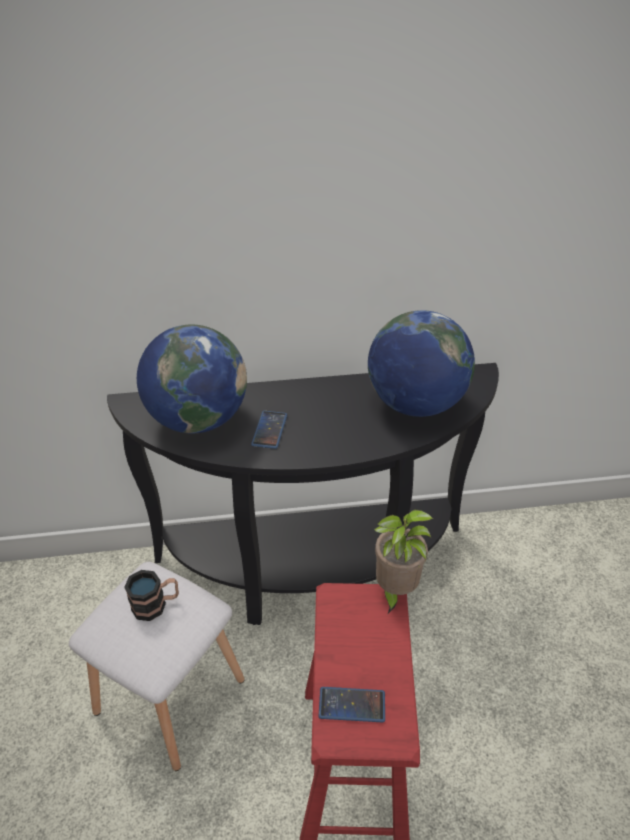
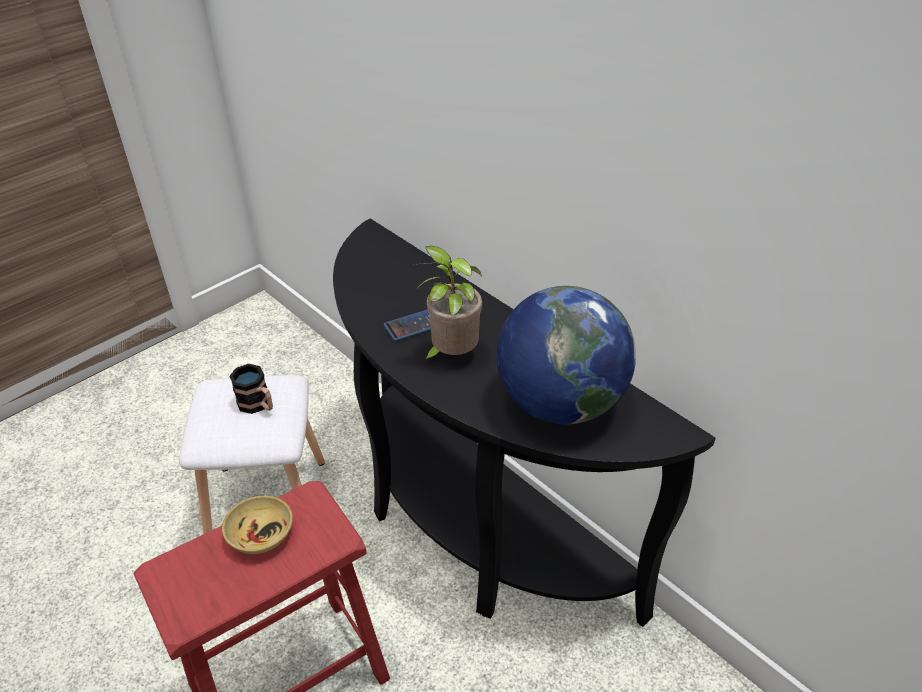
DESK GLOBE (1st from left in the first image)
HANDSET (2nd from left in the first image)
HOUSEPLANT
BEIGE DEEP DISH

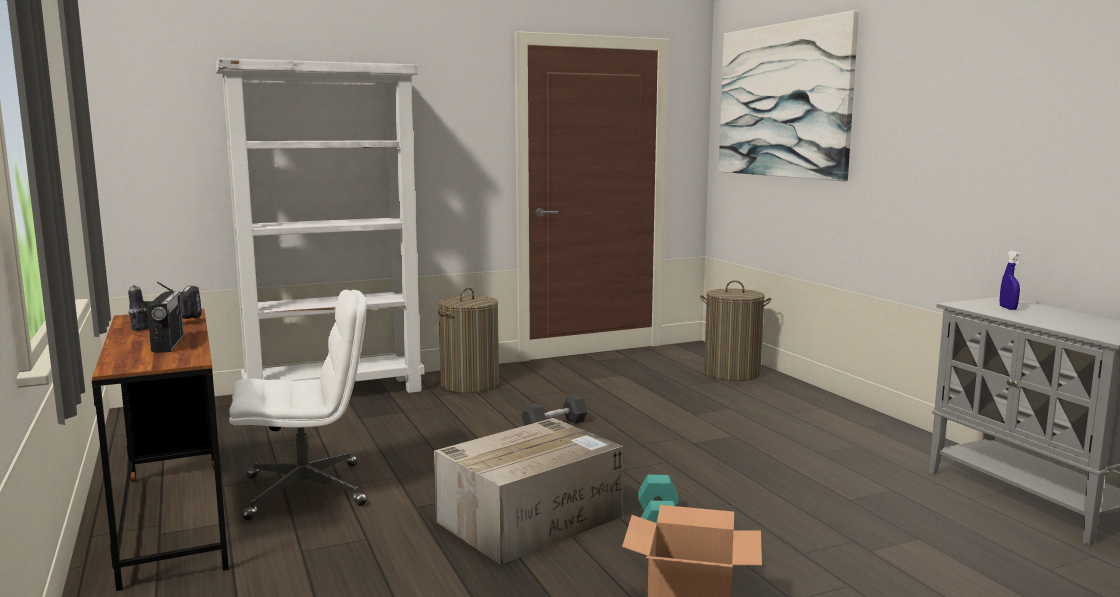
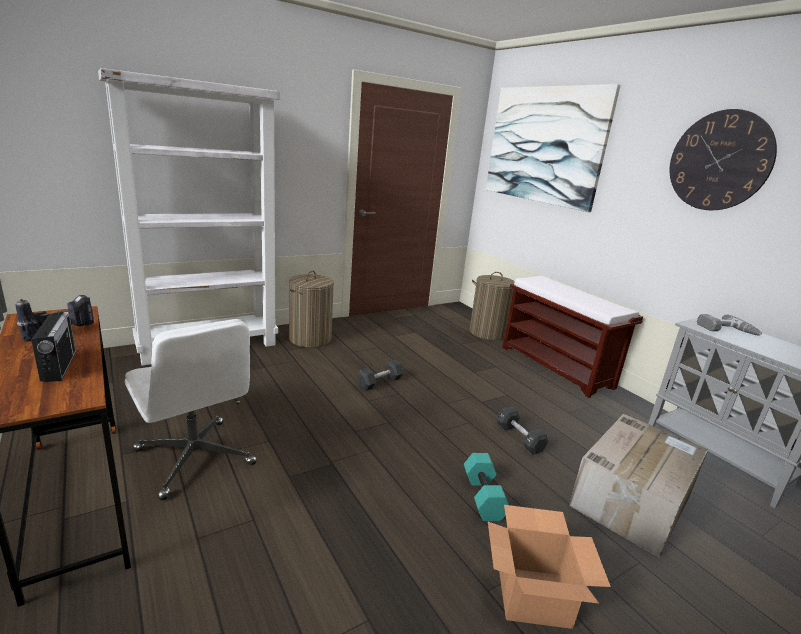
WHITE-COLOURED DESK CHAIR
PACKING BOX (2nd from left)
ELECTRIC DRILL (2nd from left)
BLACK-COLOURED FREE WEIGHT (2nd from left)
BROWNISH INDOOR BENCH
HANGING CLOCK

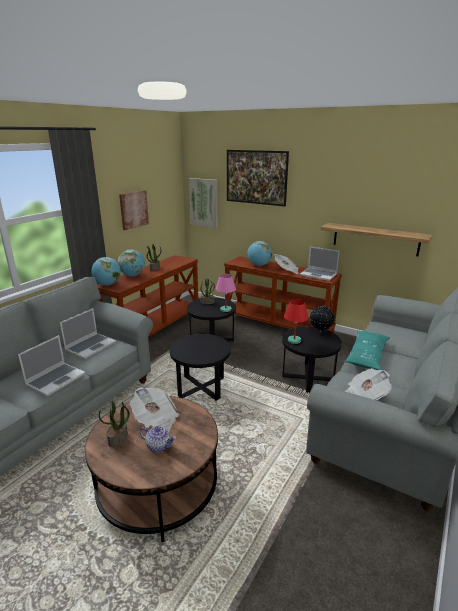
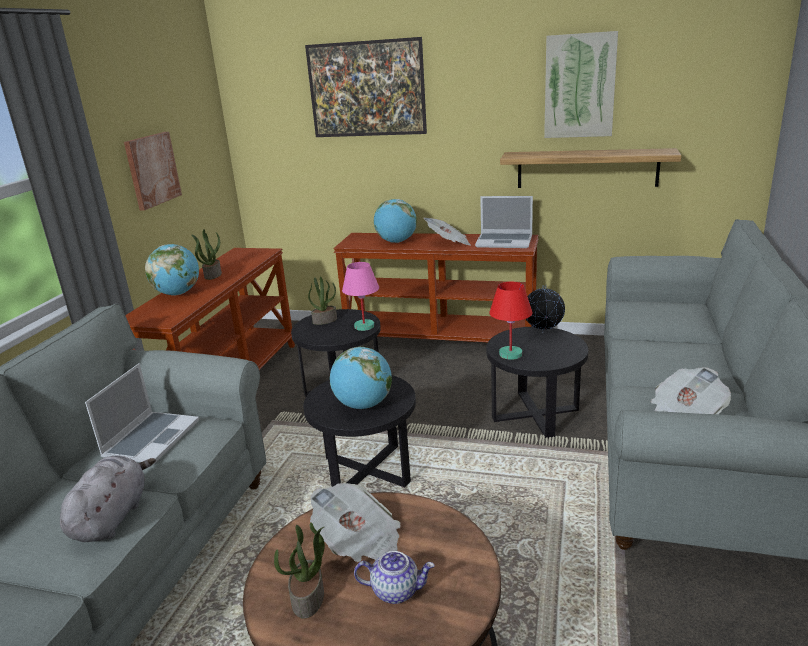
GREYISH PLUSH TOY
DESK GLOBE (2nd from left)
WALL ART (3rd from left)
TURQUOISE CUSHION

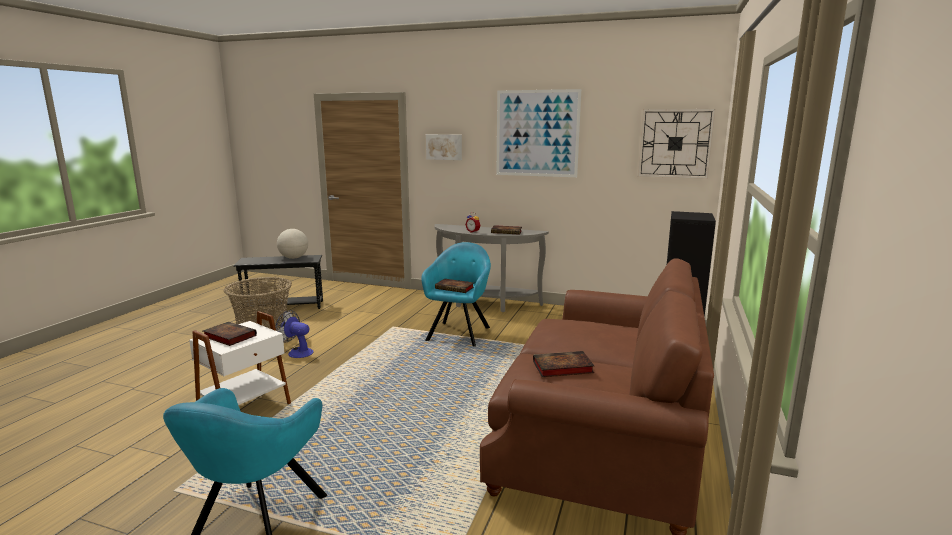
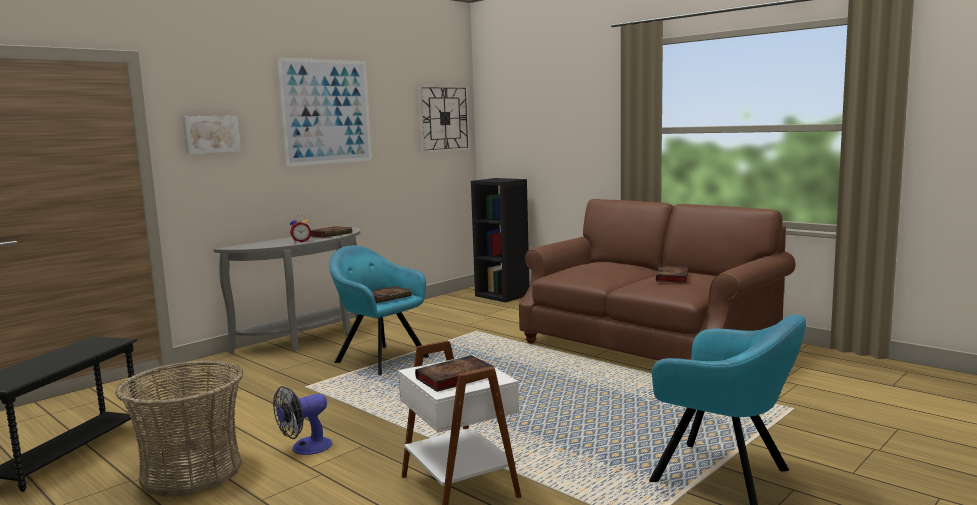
DESK GLOBE

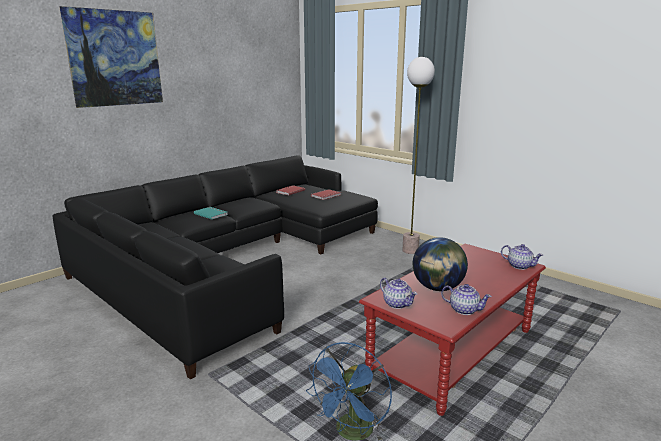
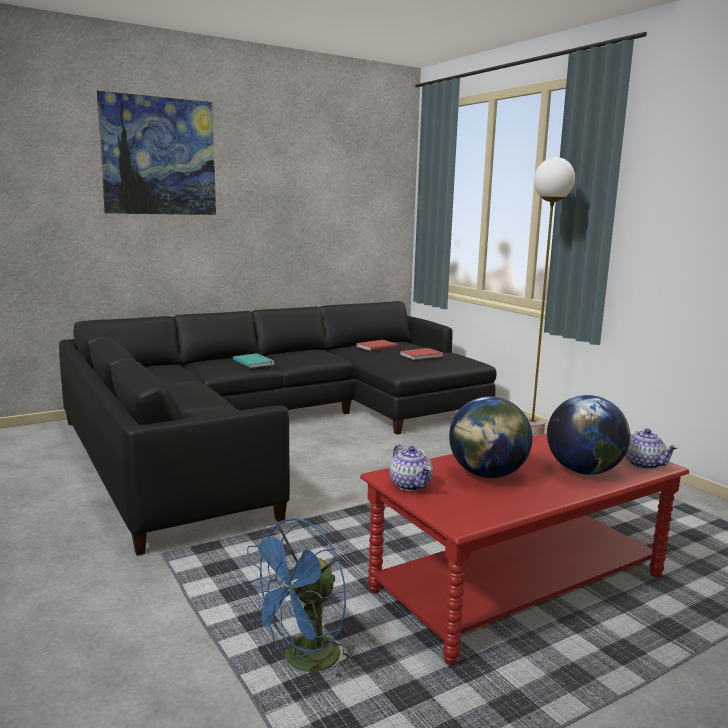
TEAPOT (2nd from left in the first image)
DESK GLOBE (2nd from left)

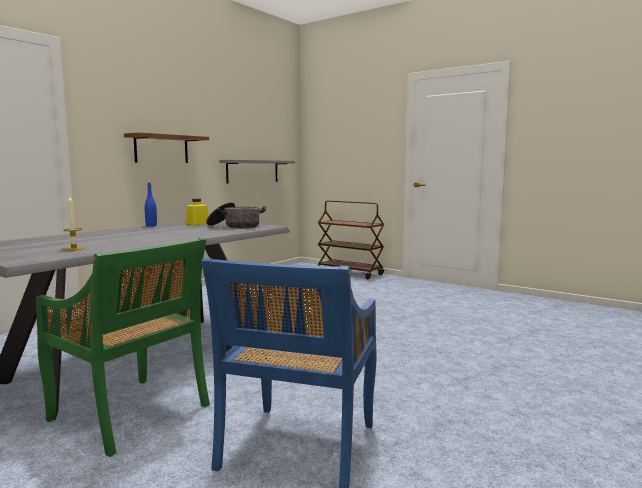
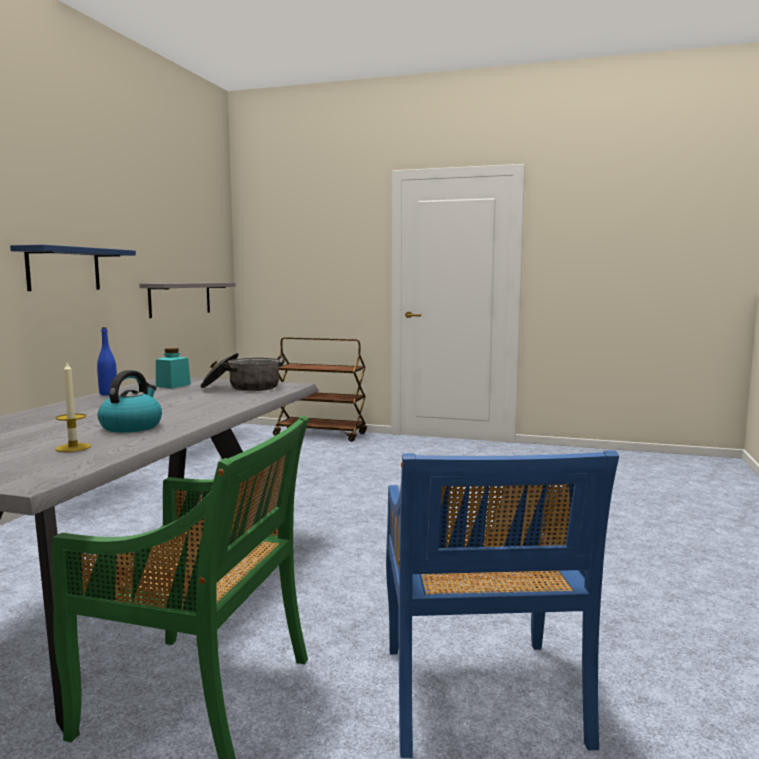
BLUISH WALL SHELF
TURQUOISE PRESERVE JAR
KETTLE

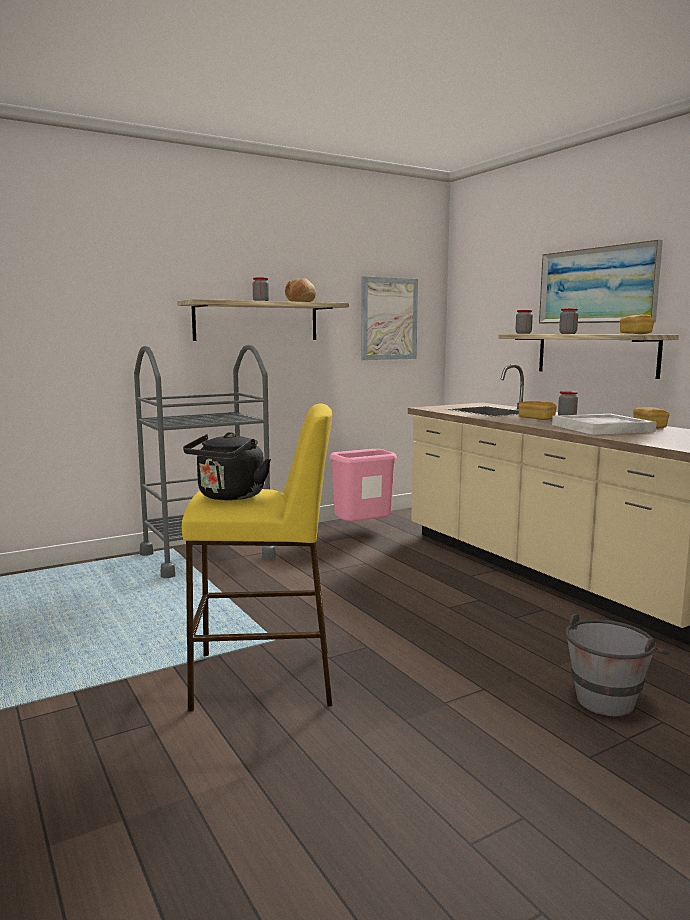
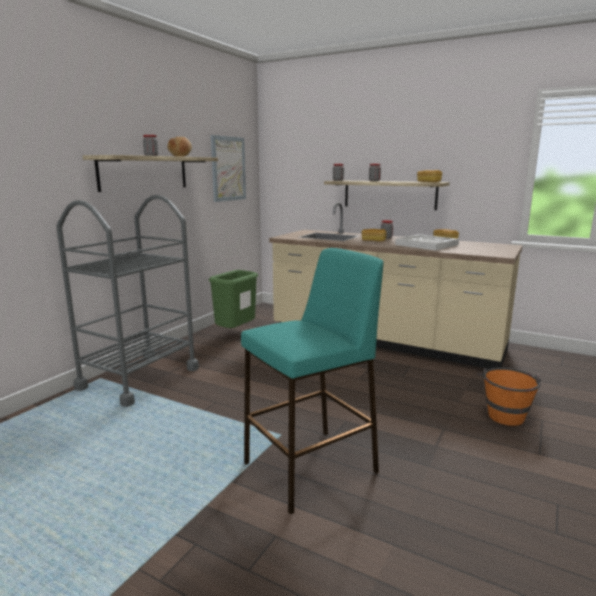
TURQUOISE SITTING STOOL
BLACK-COLOURED KETTLE
GREEN-COLOURED TRASH CAN
WALL ART (2nd from left in the first image)
ORANGEY WATER BUCKET

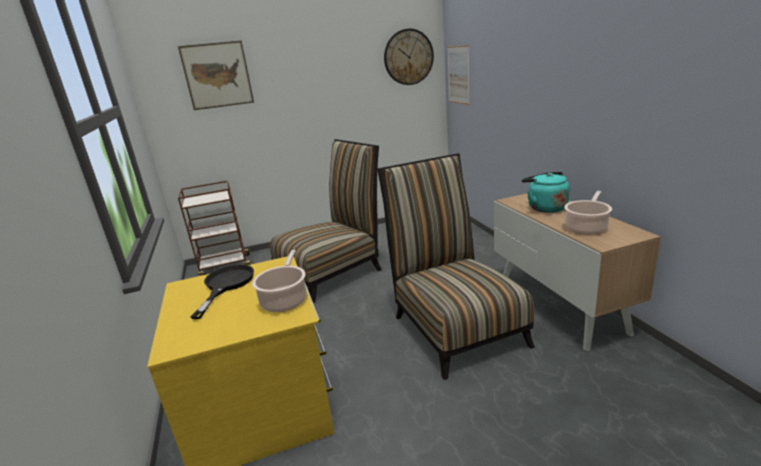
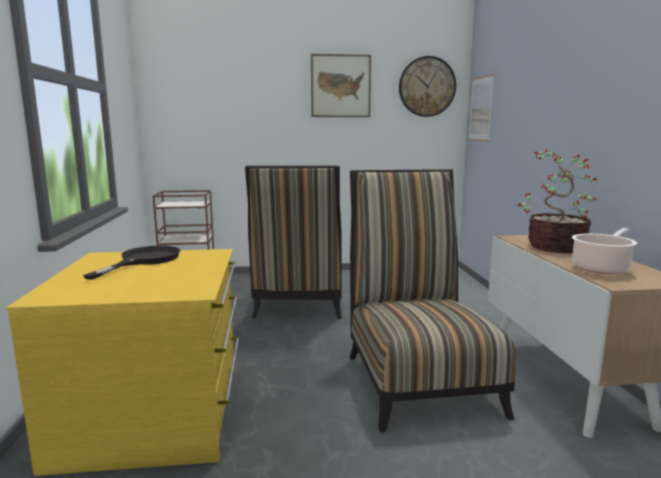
WALL ART (1st from left)
SAUCEPOT (1st from left in the first image)
CHAIR (1st from left)
HOUSEPLANT

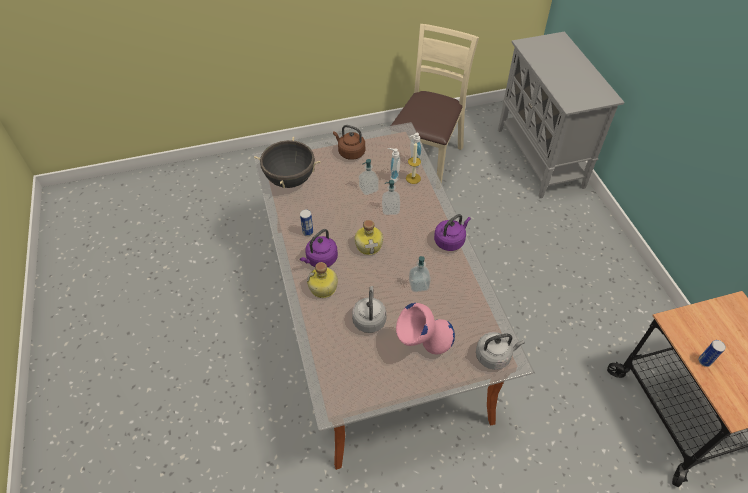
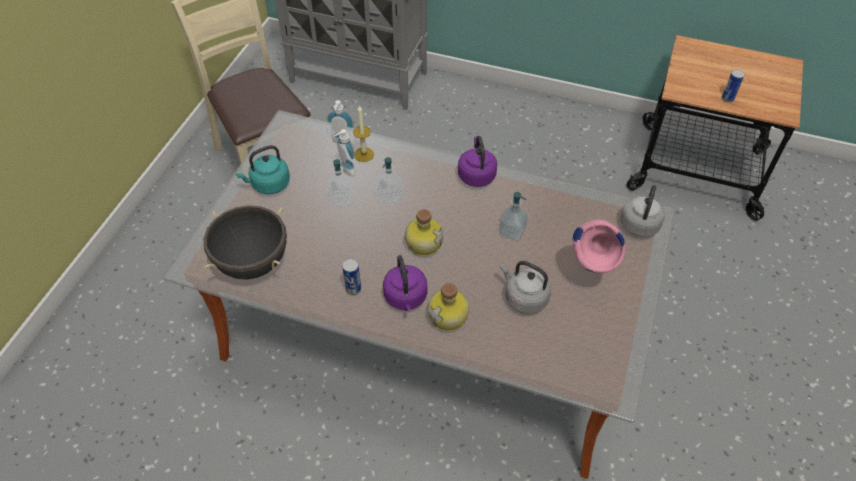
TURQUOISE KETTLE

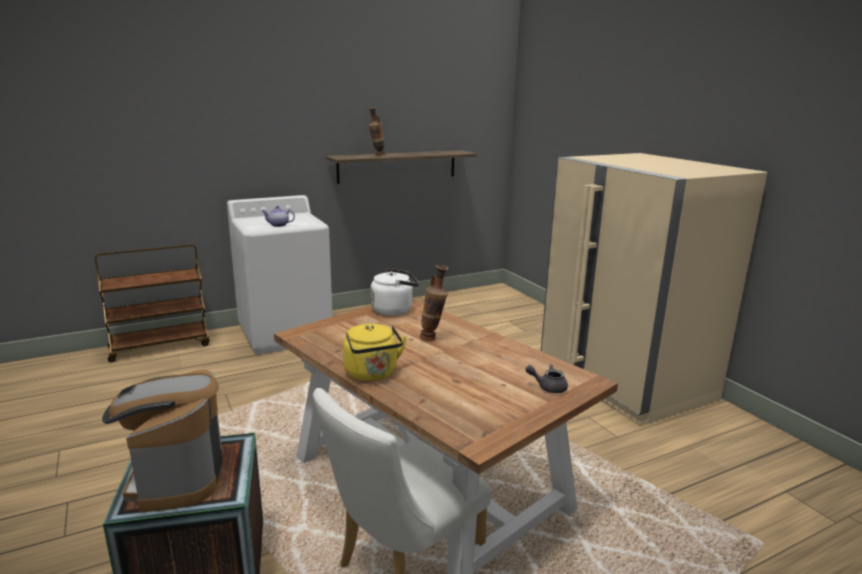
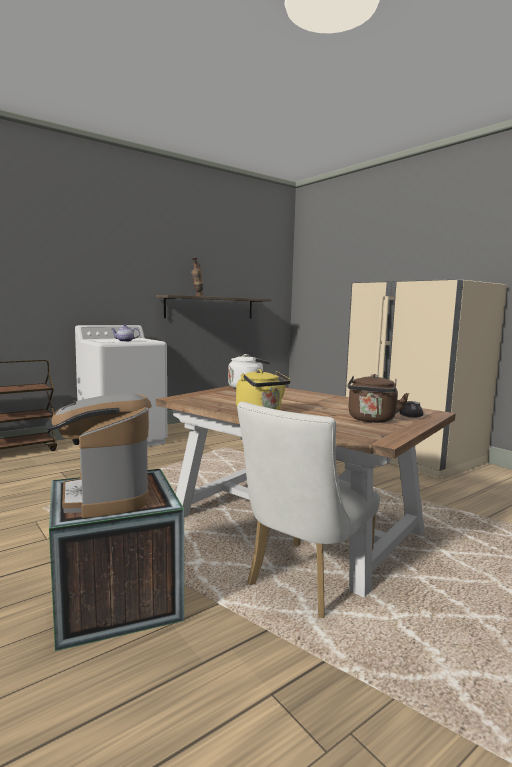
DECORATIVE VASE (2nd from left in the first image)
BROWNISH KETTLE

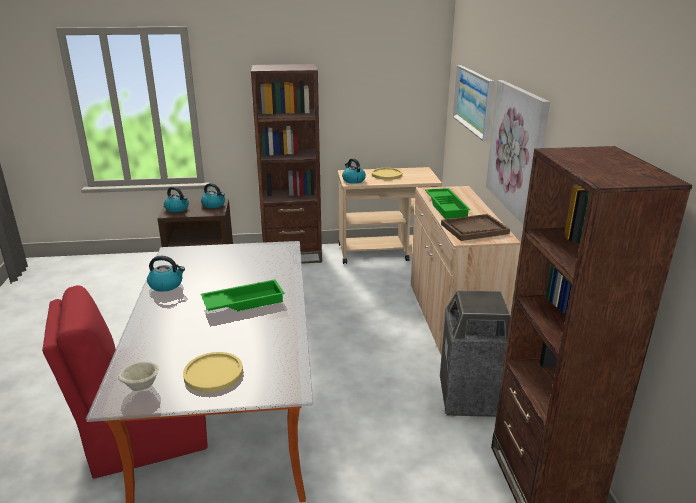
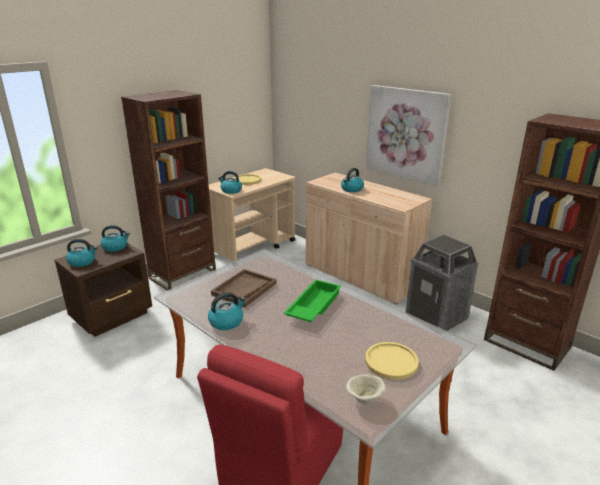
KETTLE (5th from left)
BROWNISH TRAY
WALL ART (1st from left in the first image)

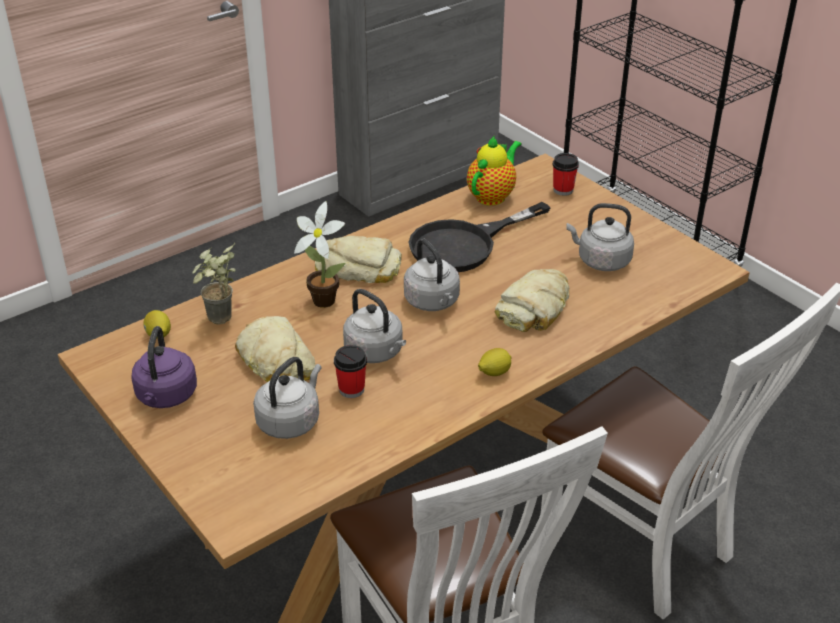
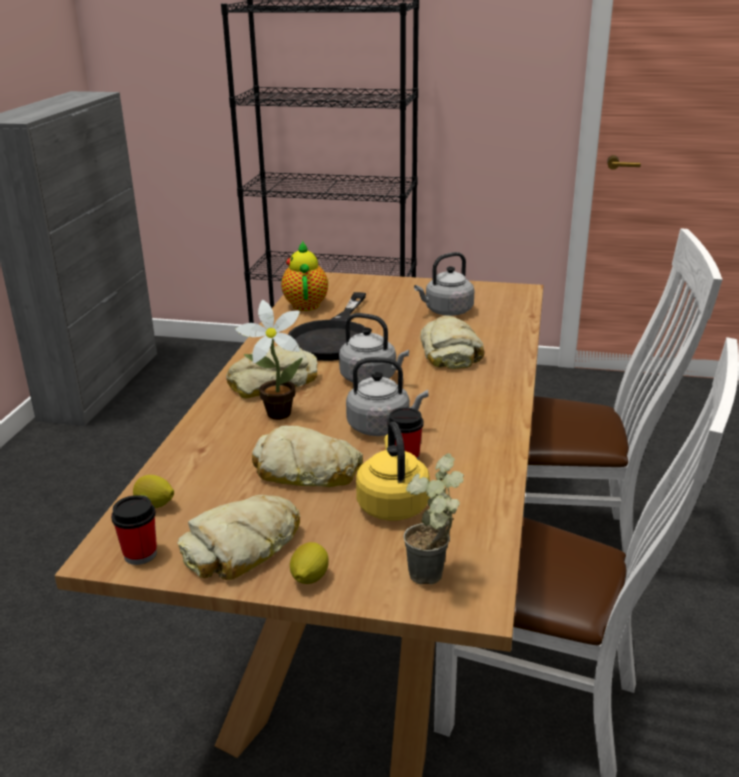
BREAD (1st from left)
HOUSEPLANT (2nd from left)
YELLOWISH KETTLE
CITRUS FRUIT (2nd from left)
DRINKING CUP (1st from left)

